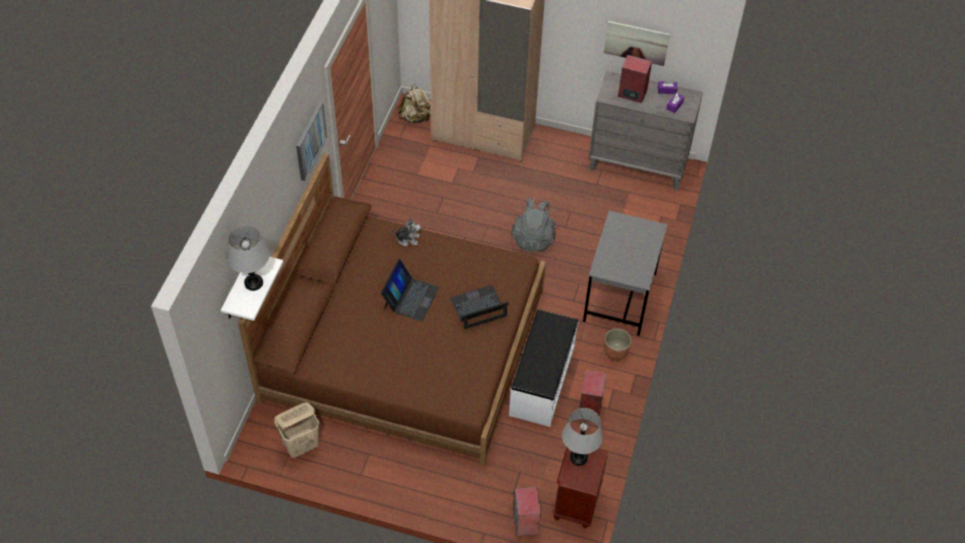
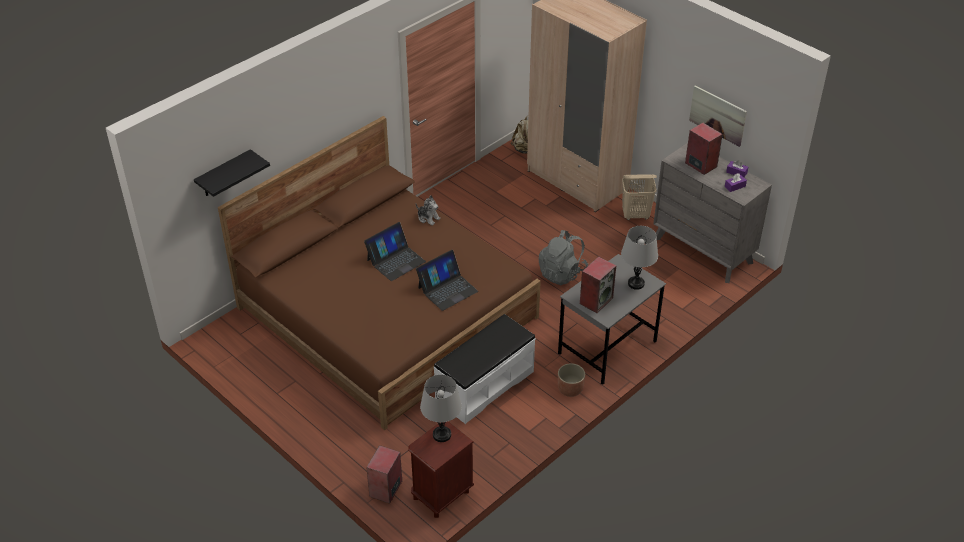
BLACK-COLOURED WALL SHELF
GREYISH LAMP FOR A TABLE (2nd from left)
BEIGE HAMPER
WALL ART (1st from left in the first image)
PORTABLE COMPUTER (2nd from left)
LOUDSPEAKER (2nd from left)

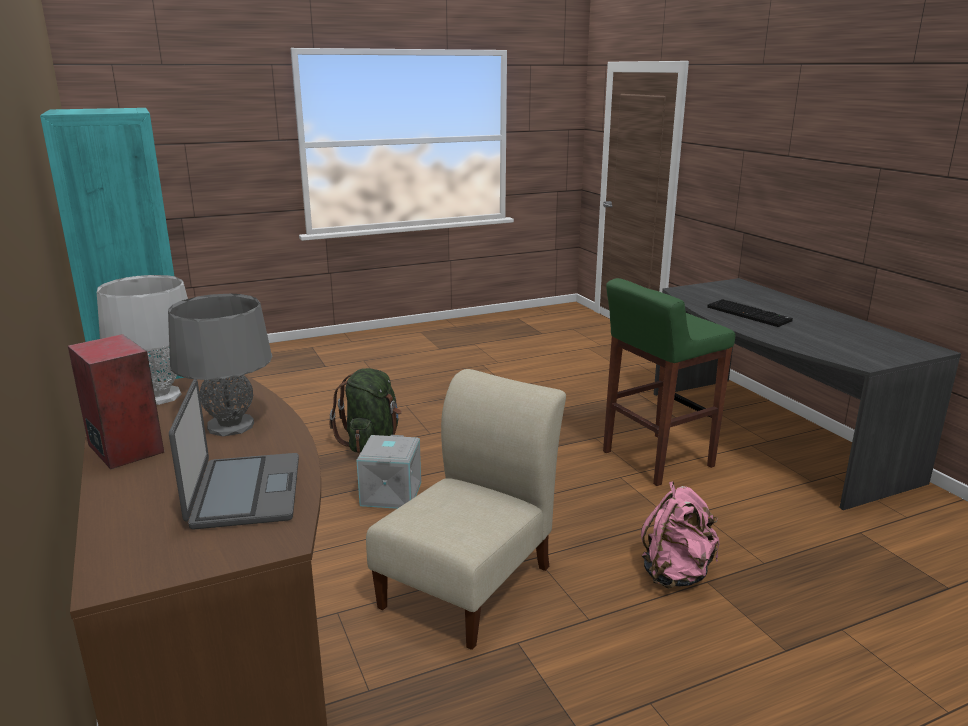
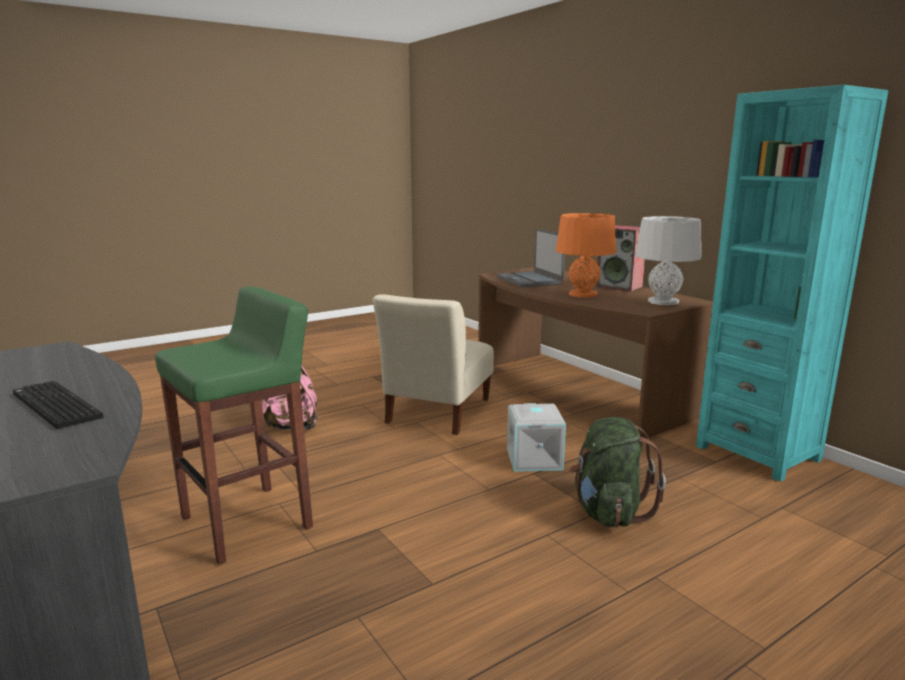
ORANGEY LAMP FOR A TABLE

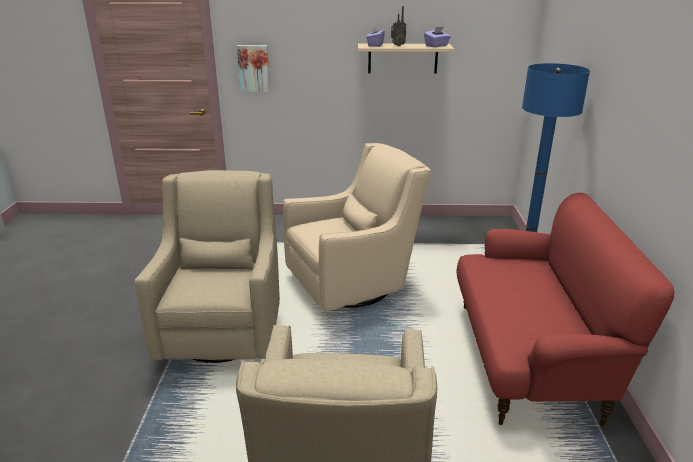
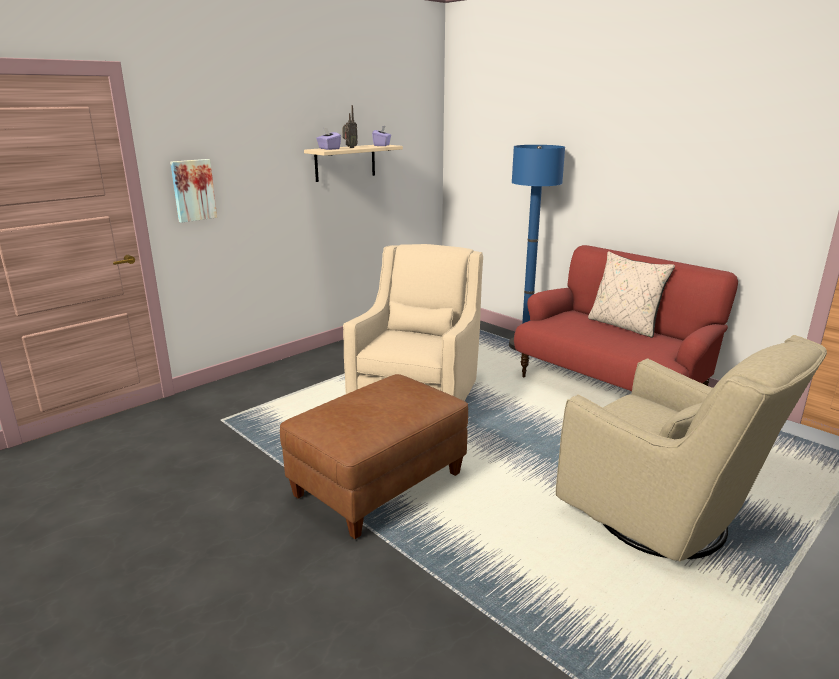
BROWNISH OTTOMAN
BEIGE CUSHION

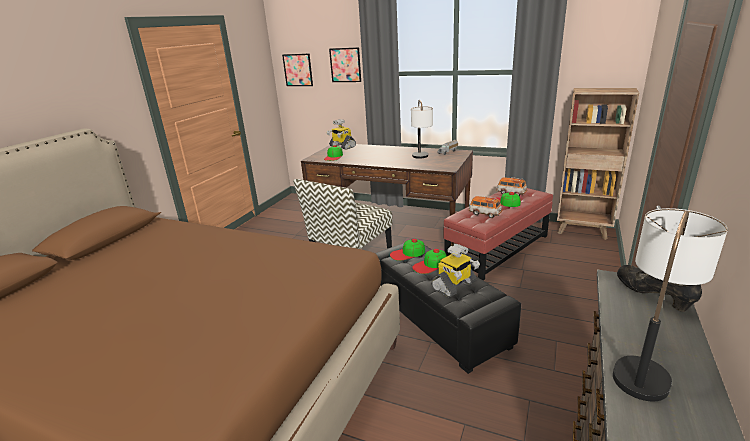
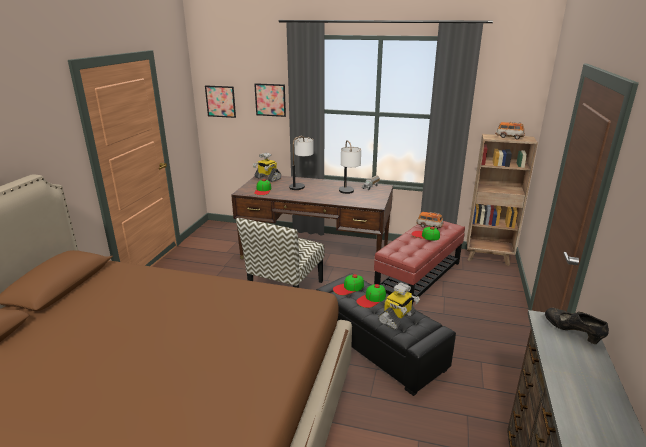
TOY CAR (2nd from left)
LAMP FOR A TABLE (1st from left)

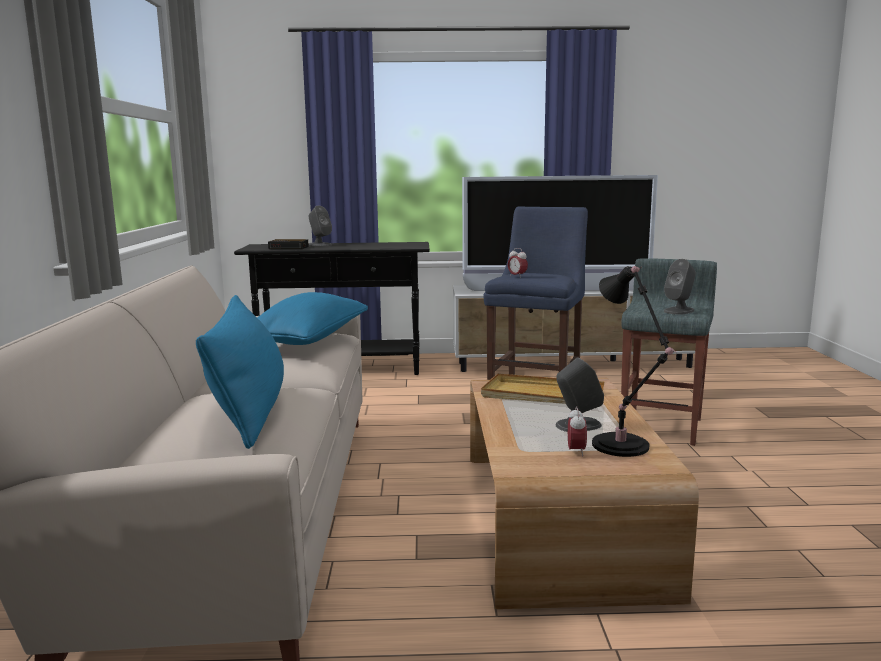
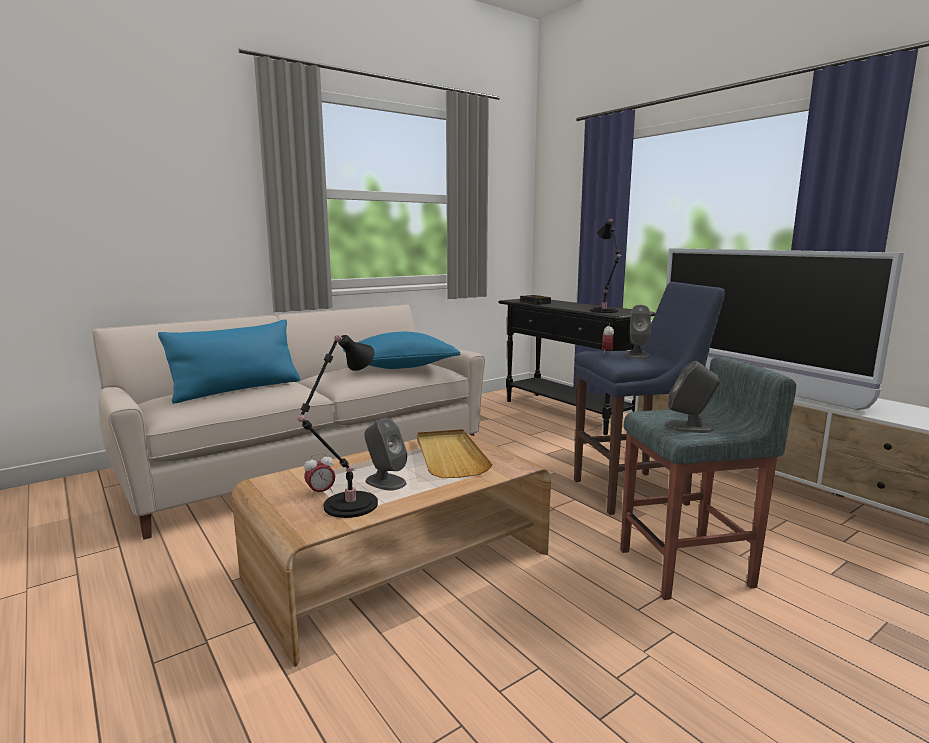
GREYISH LOUDSPEAKER (2nd from left)
BLACK-COLOURED LAMP FOR A TABLE (2nd from left)

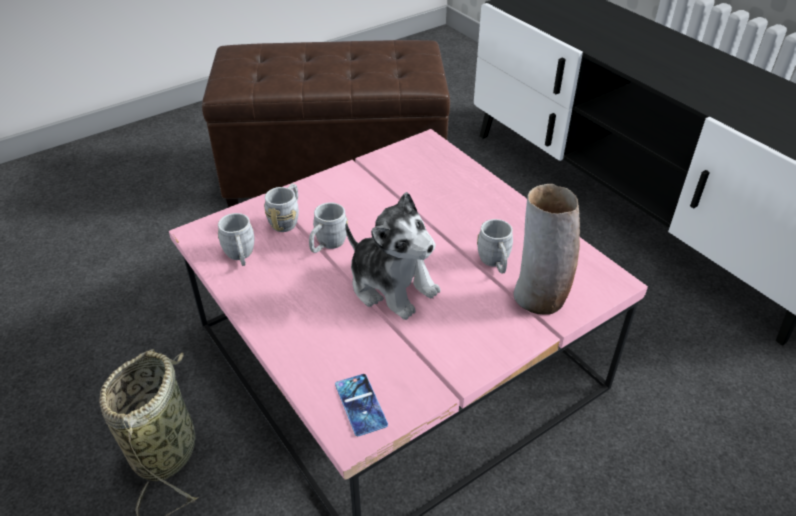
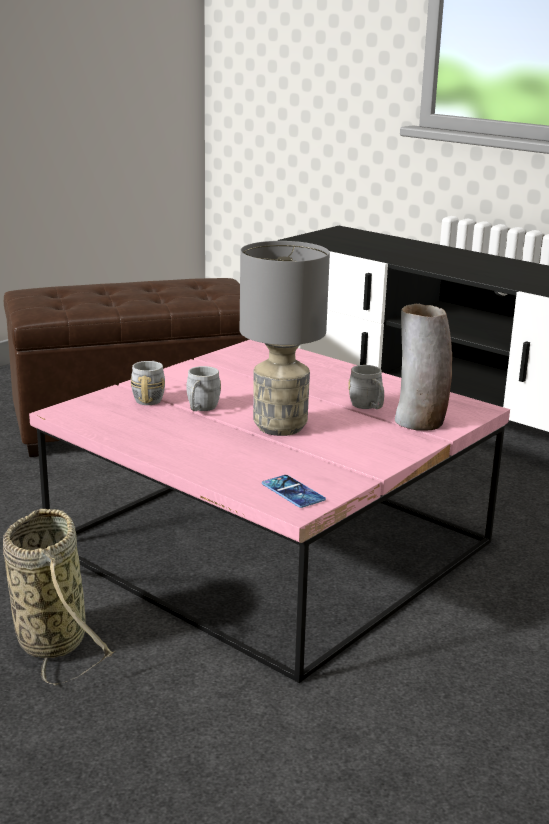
GREYISH MUG (1st from left in the first image)
GREYISH LAMP FOR A TABLE

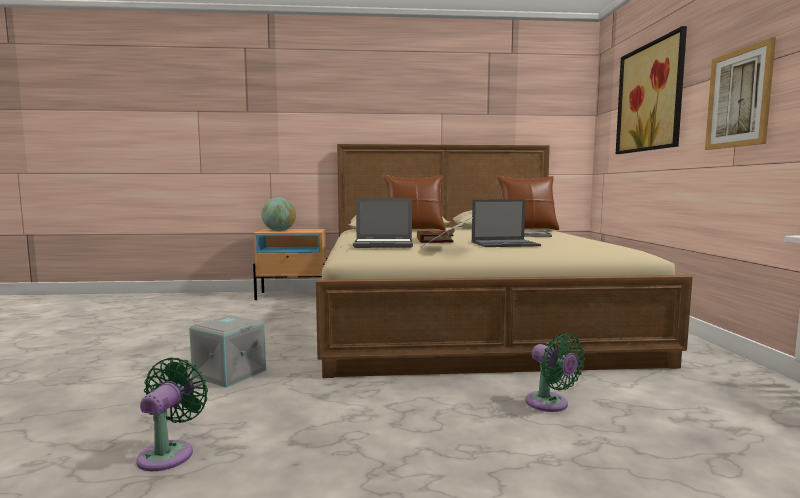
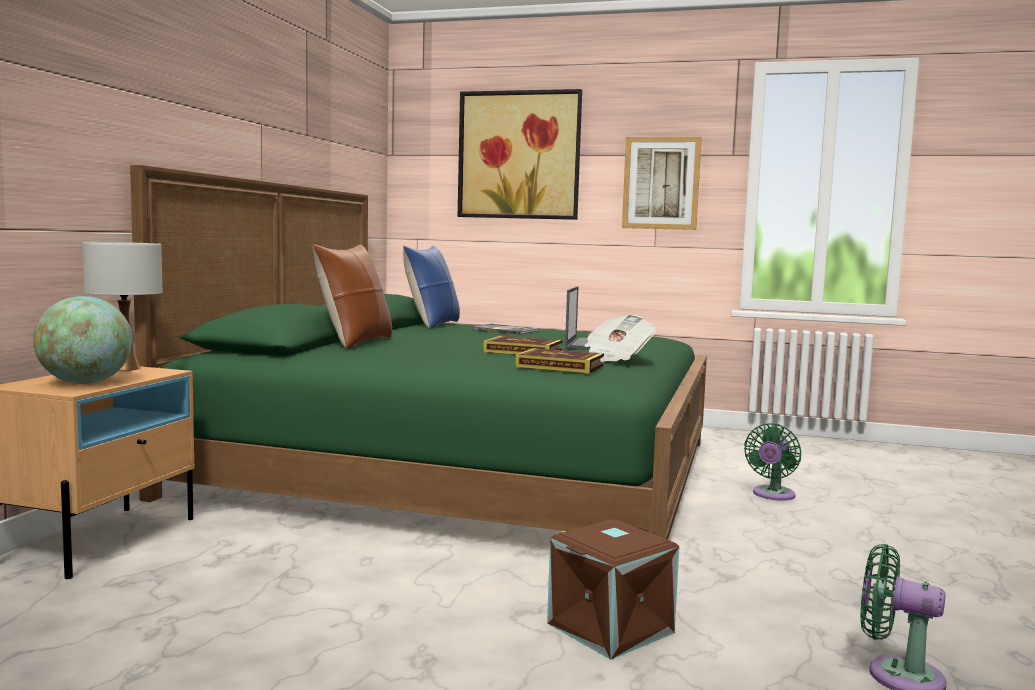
BROWNISH STORAGE CONTAINER
GREEN-COLOURED BEDROOM BED
BOUND BOOK (3rd from left)
BLUISH CUSHION
GREEN-COLOURED COOLING FAN (1st from left)
WHITE-COLOURED LAMP FOR A TABLE

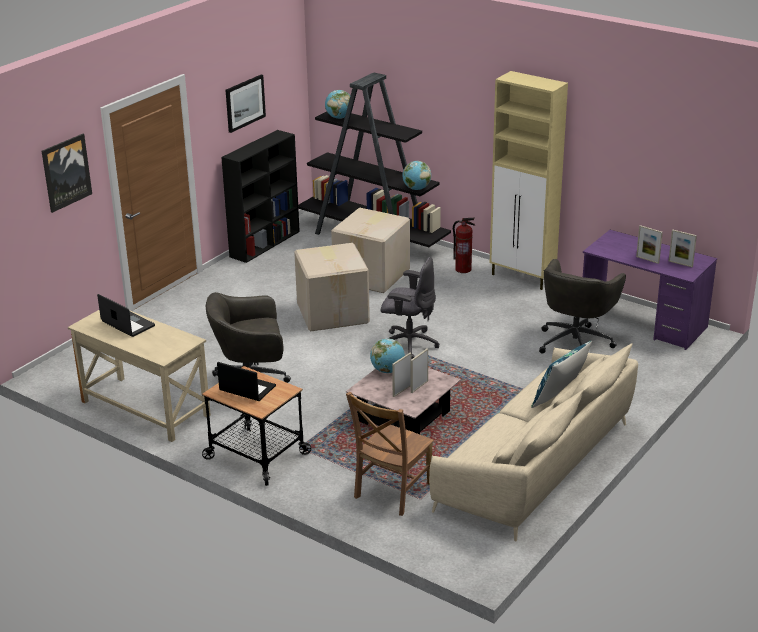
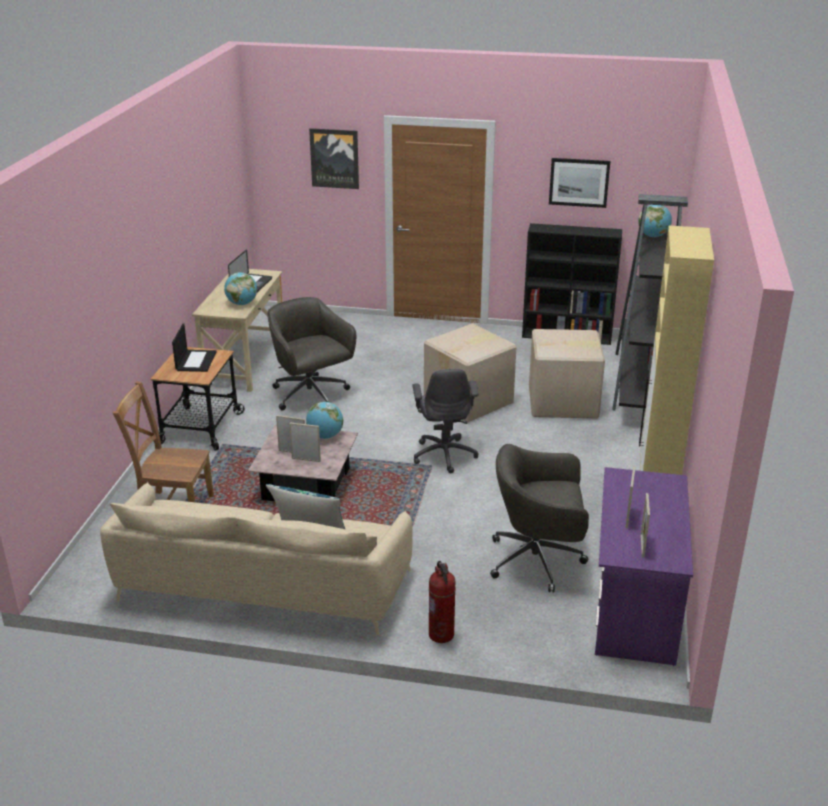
DESK GLOBE (1st from left)
EXTINGUISHER

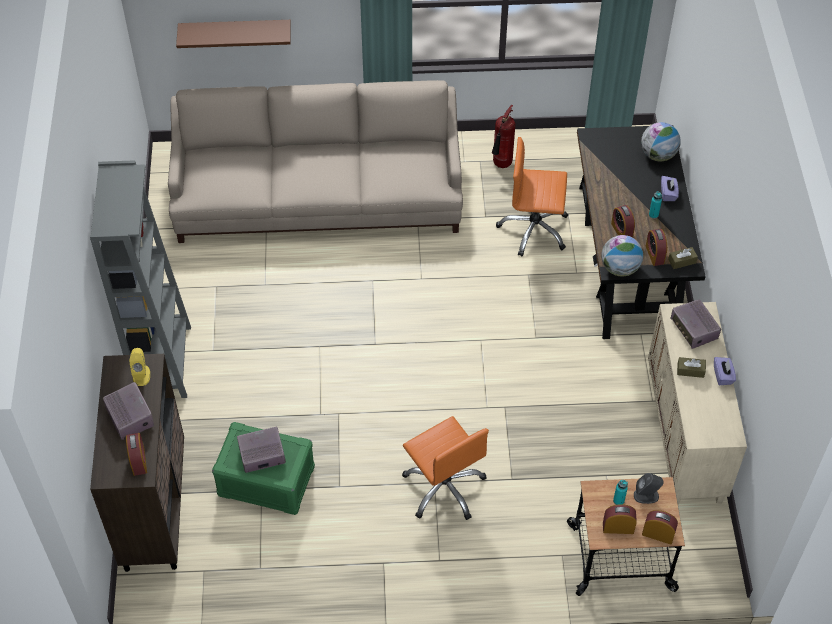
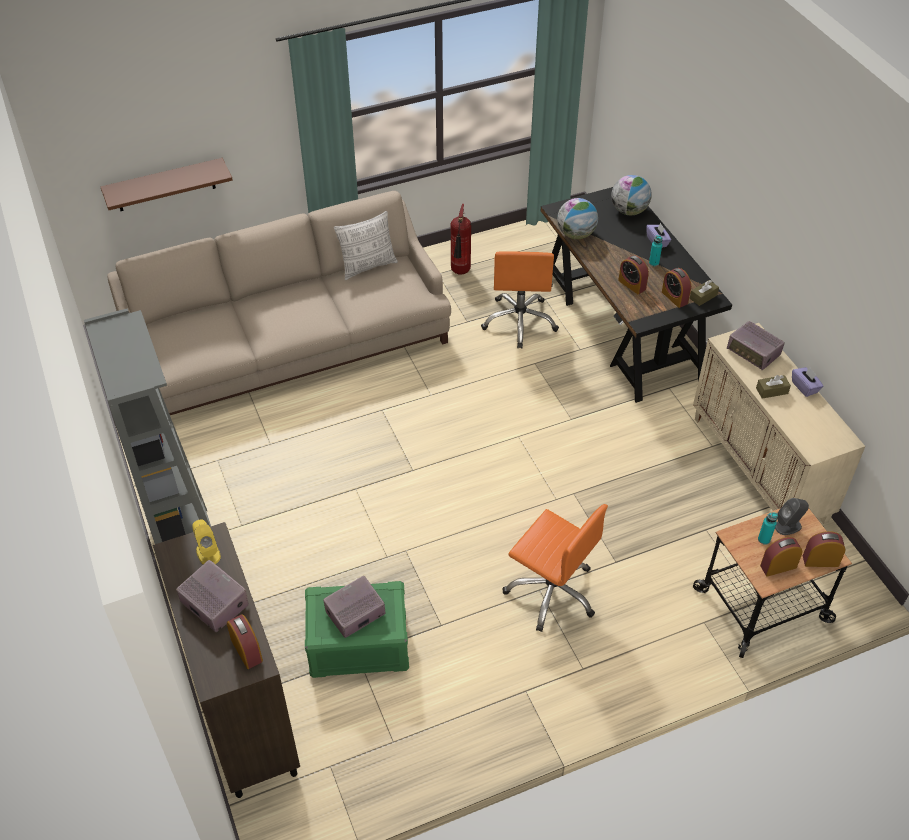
ORANGEY DESK CHAIR (1st from left)
DESK GLOBE (1st from left)
CUSHION

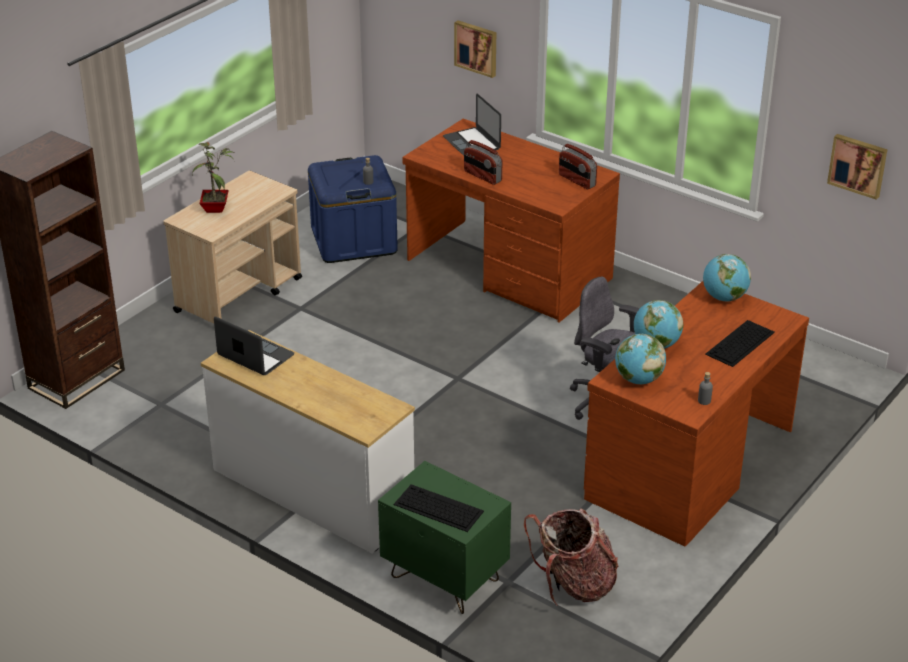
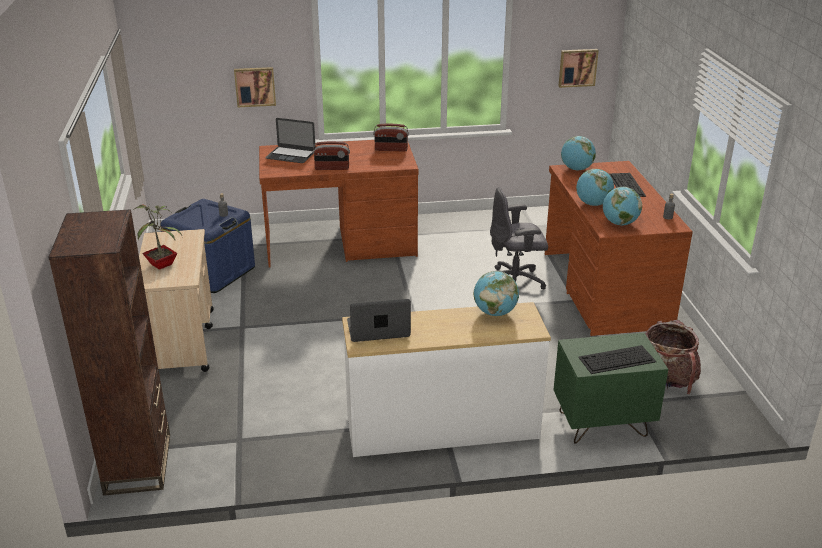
DESK GLOBE (1st from left)

